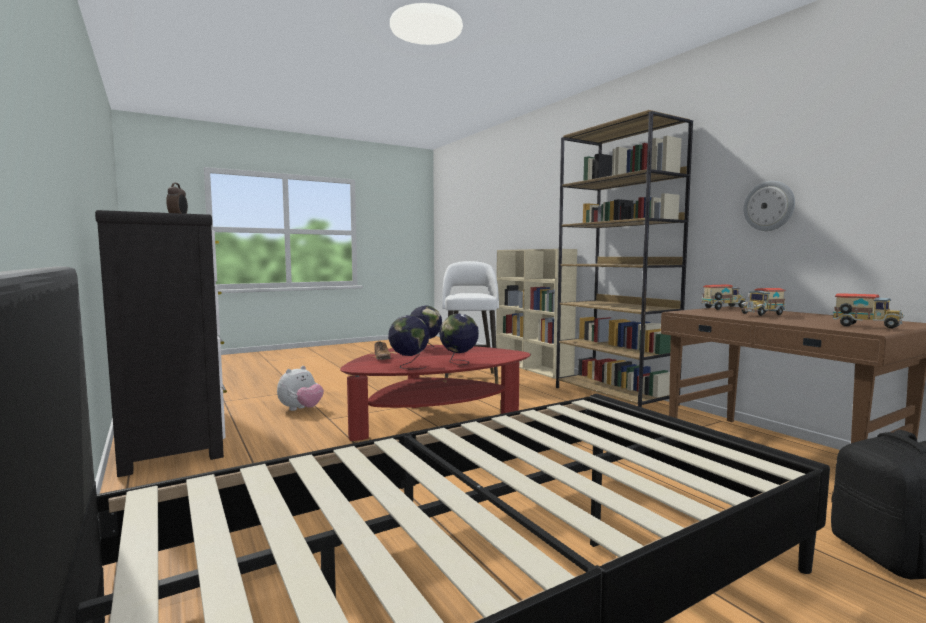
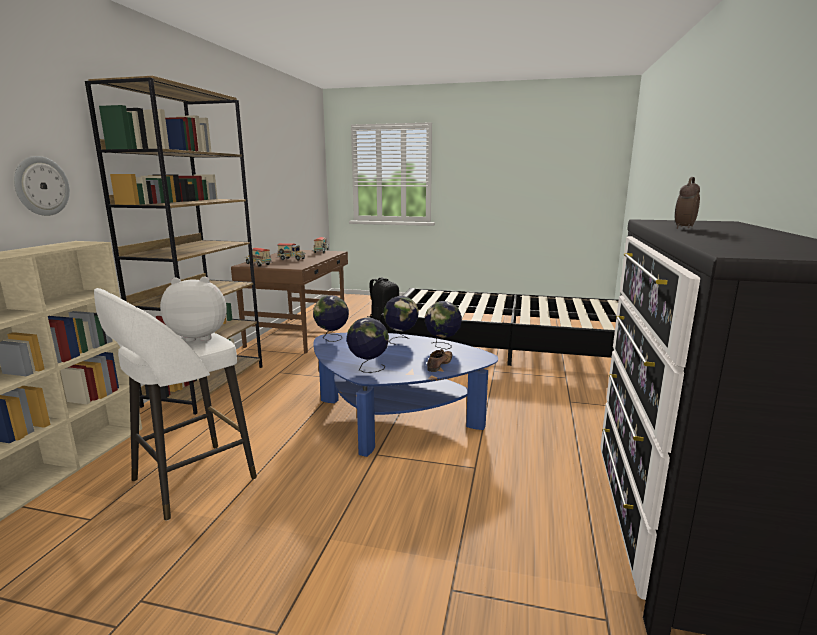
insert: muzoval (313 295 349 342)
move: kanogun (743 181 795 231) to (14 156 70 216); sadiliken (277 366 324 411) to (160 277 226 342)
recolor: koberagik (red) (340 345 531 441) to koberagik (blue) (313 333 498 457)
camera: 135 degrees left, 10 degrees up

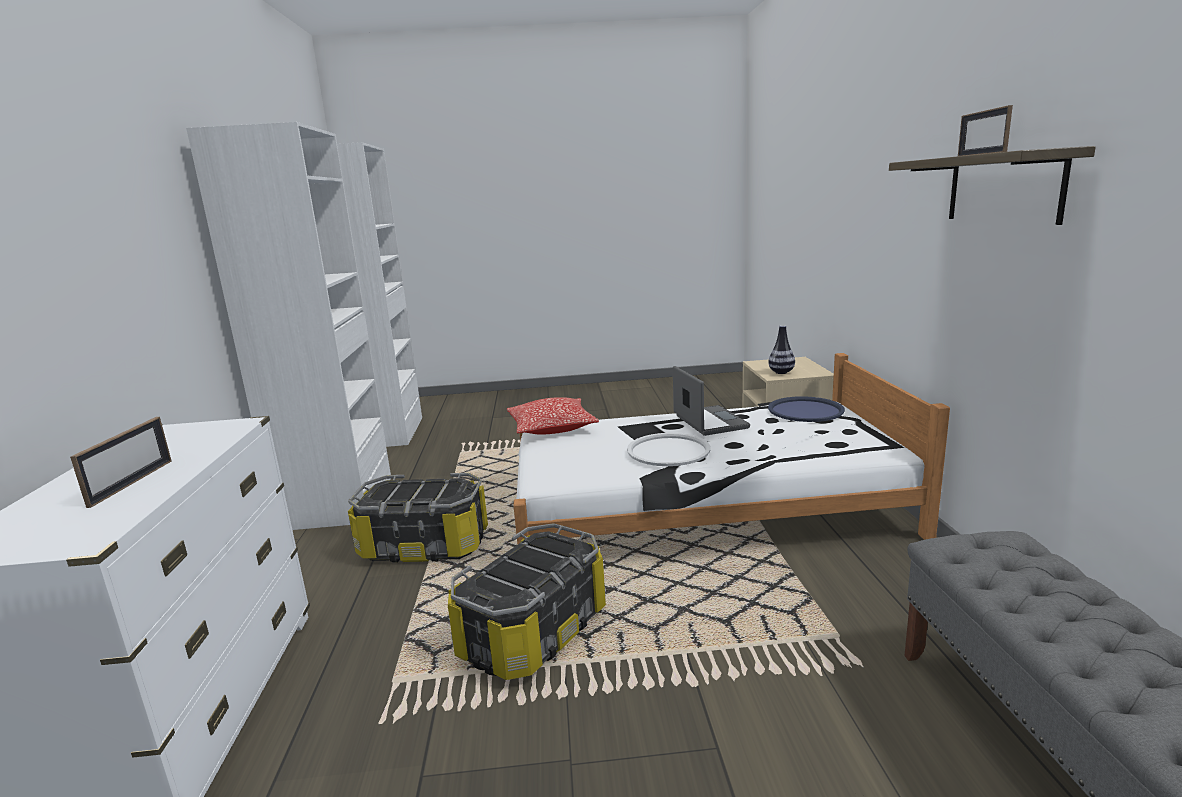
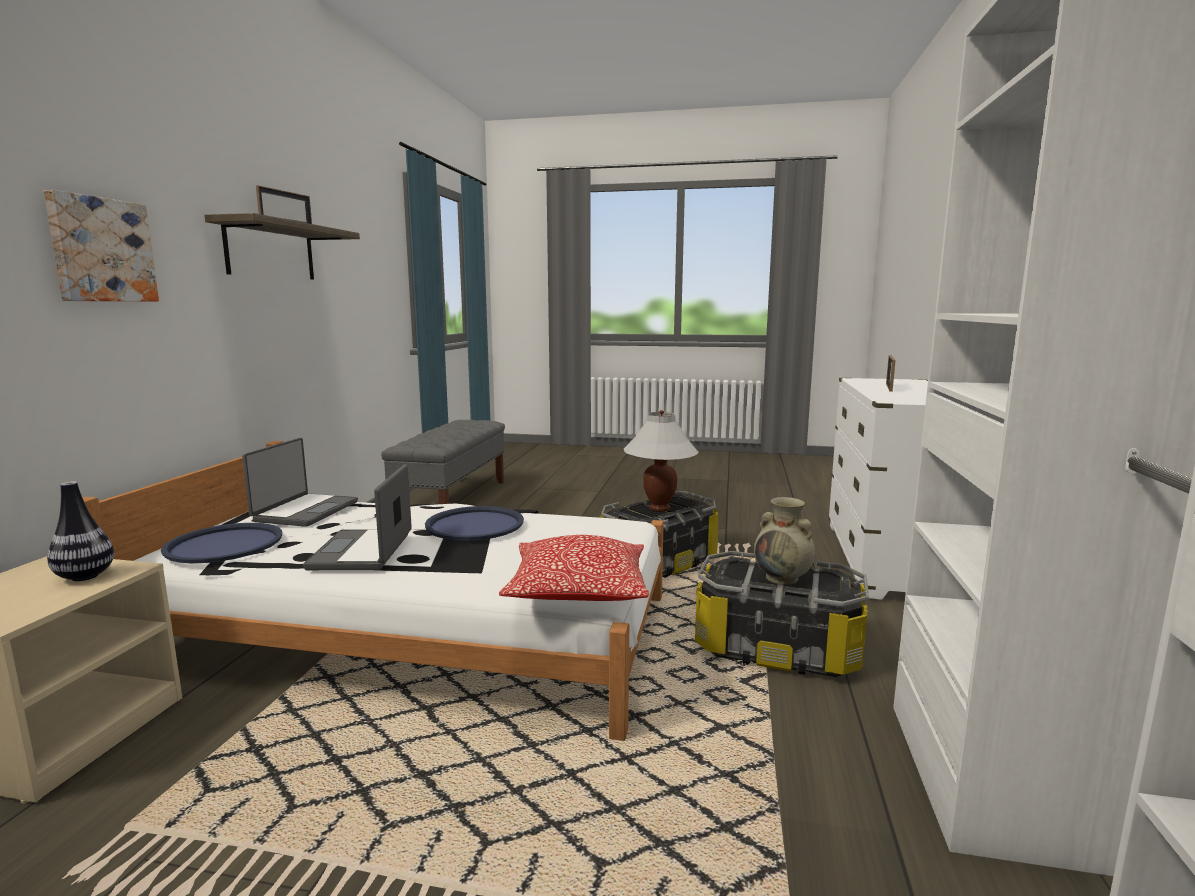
insert: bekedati (44 190 159 302); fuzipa (242 438 358 527); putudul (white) (624 410 699 512); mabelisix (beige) (754 497 815 585)
recolor: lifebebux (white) (627 433 711 466) to lifebebux (blue) (425 506 524 541)
camera: 165 degrees left, 5 degrees down

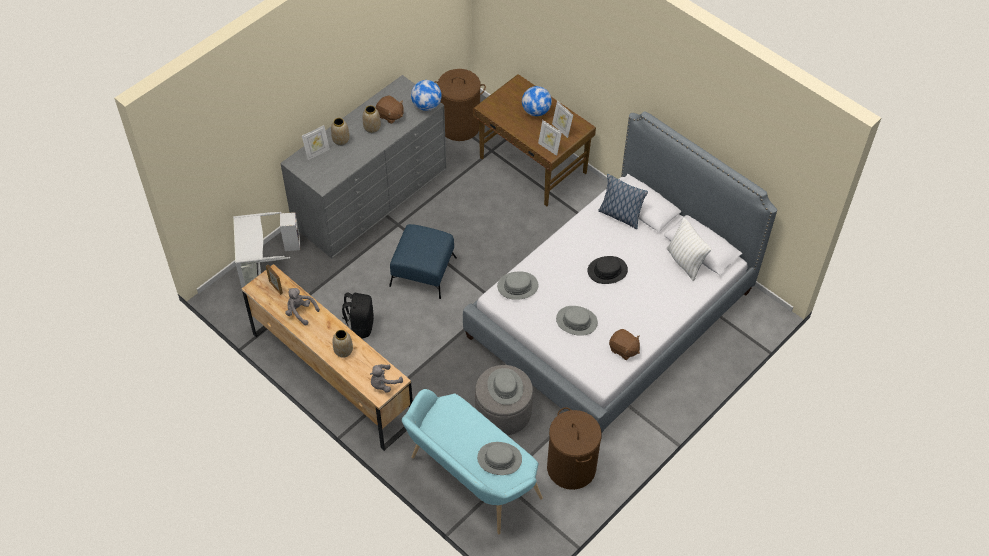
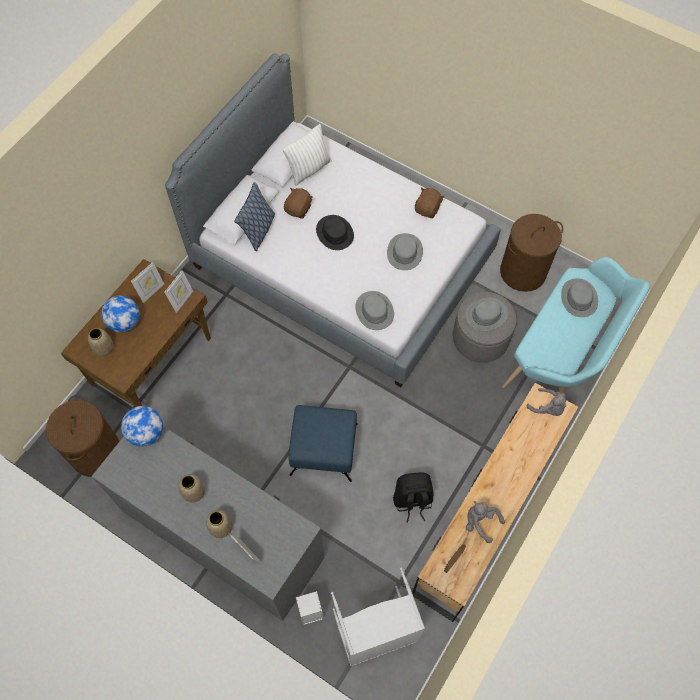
move: mabelisix (333 330 353 358) to (88 328 113 356); sadiliken (brown) (376 95 404 124) to (284 187 313 219)
rotate: sadiliken (grey) (285 288 320 325) = (466 501 505 543) 105 degrees clockwise
camera: 100 degrees left, 10 degrees up

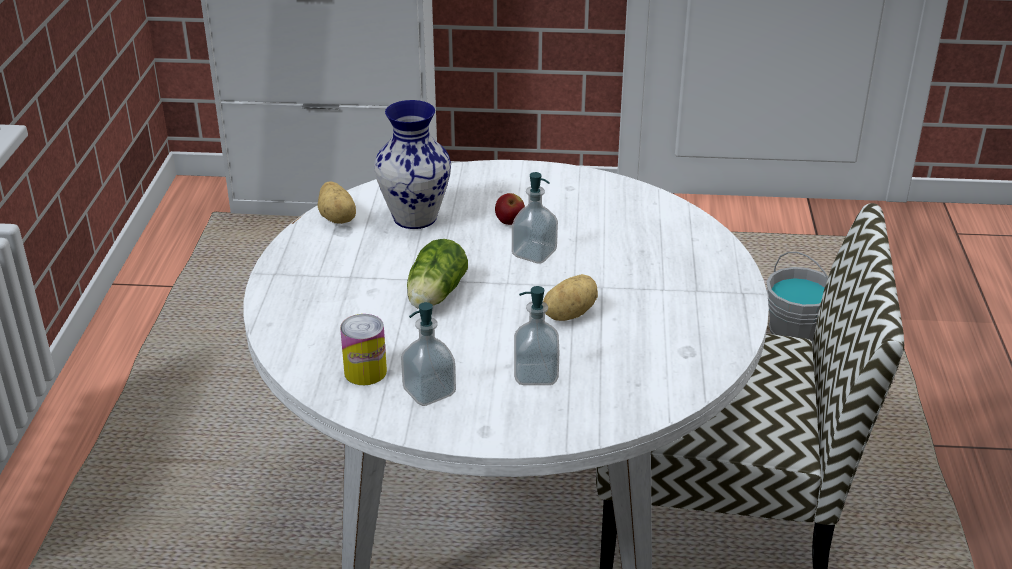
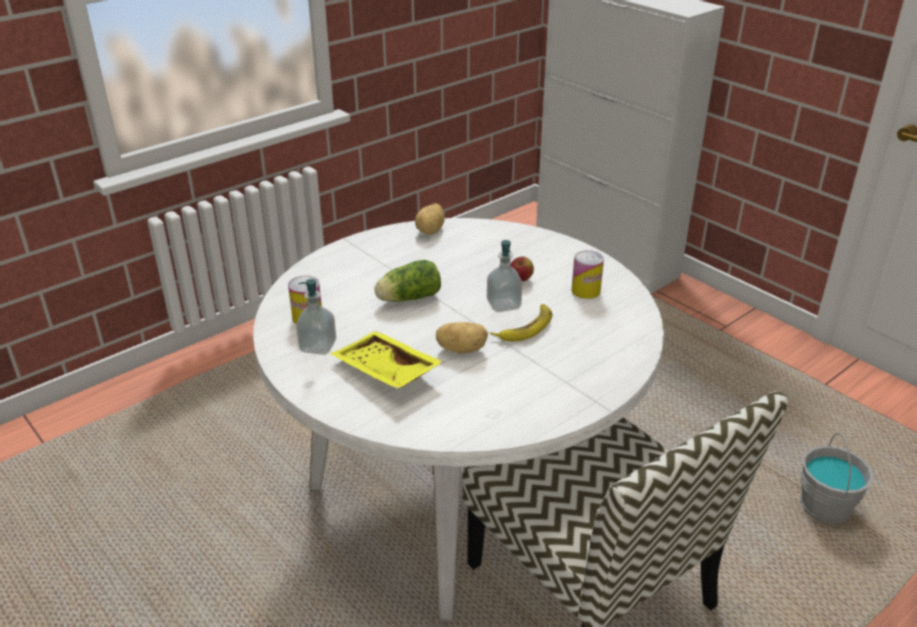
delete: mabelisix (374 100 451 229)
insert: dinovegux (490 304 553 341); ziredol (572 250 604 299)
replace: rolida (514 286 559 385) to lifebebux (yellow) (330 331 443 389)
camera: 45 degrees right, 0 degrees up

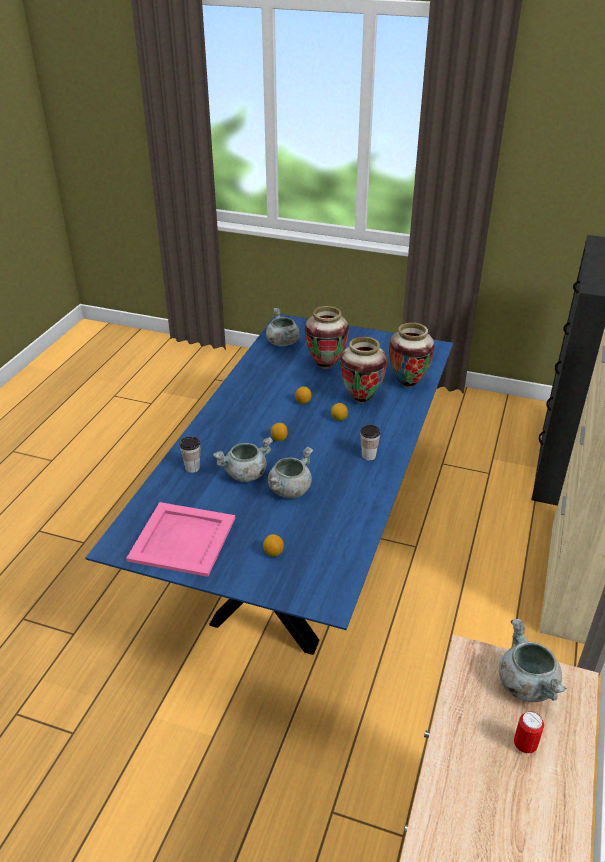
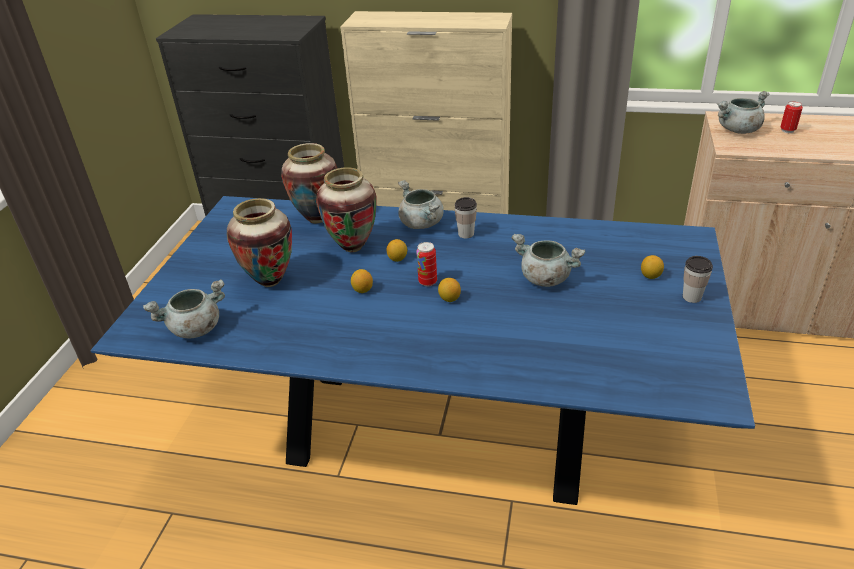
delete: lifebebux (pink) (126 502 235 577)
insert: ziredol (416 242 437 286)
move: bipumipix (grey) (213 437 273 482) to (398 180 444 229); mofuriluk (179 436 200 473) to (683 256 713 303)
camera: 95 degrees left, 0 degrees up

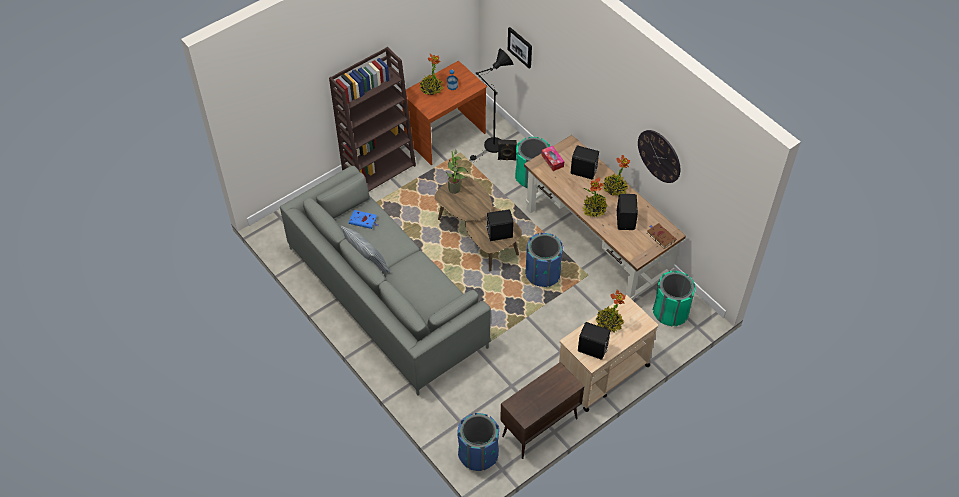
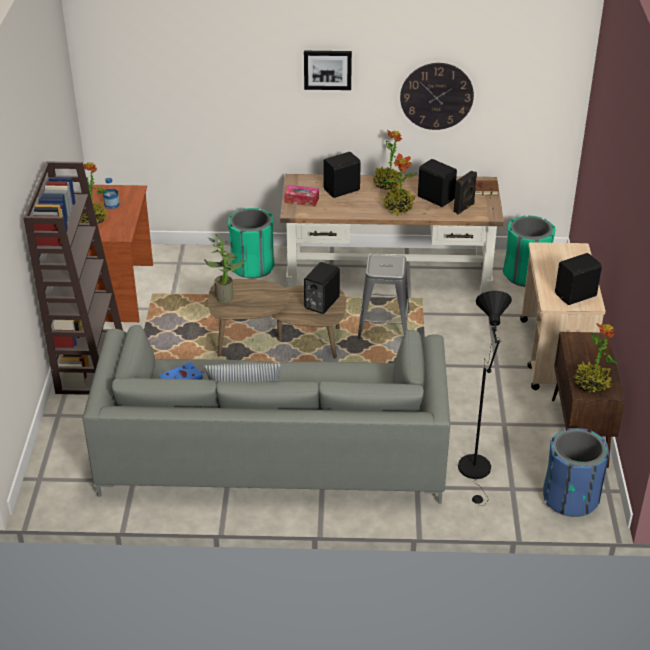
move: bekedati (508 27 532 68) to (304 51 352 90); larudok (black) (498 140 517 160) to (454 171 477 214); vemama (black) (470 48 513 162) to (458 291 512 506); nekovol (595 290 626 332) to (573 323 617 393)
replace: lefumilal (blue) (525 233 563 287) to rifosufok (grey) (358 254 410 339)
camera: 50 degrees left, 15 degrees down

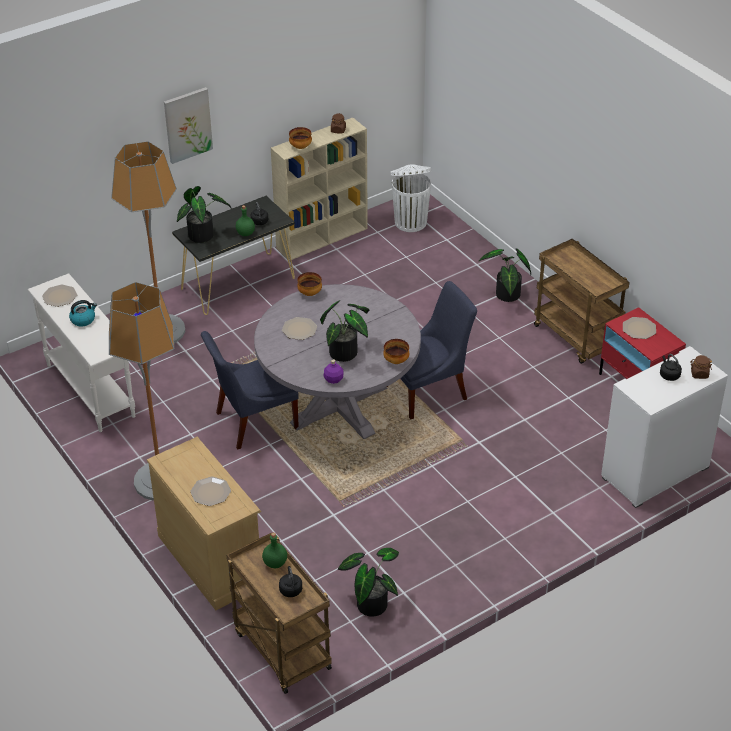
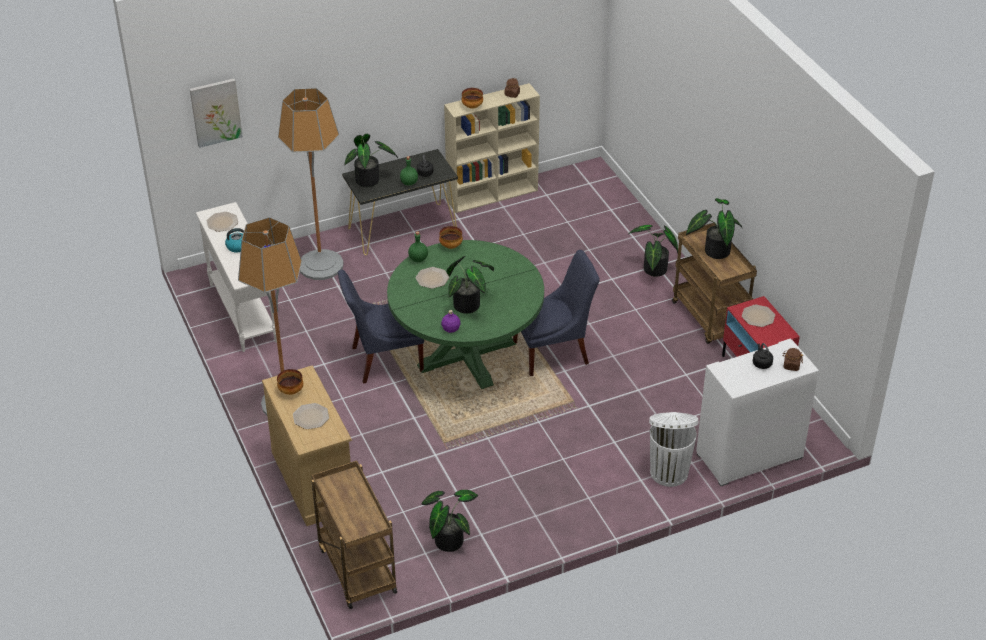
delete: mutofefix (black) (279 566 302 597)
insert: nekovol (686 198 743 259)
move: bekedati (164 87 213 164) to (190 79 243 148); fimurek (383 339 409 364) to (277 369 303 395); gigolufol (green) (262 533 287 568) to (408 232 428 262); lefumilal (white) (390 164 432 232) to (649 412 698 487)
recolor: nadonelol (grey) (254 284 421 439) to nadonelol (green) (387 240 544 389)
camera: 10 degrees right, 0 degrees up

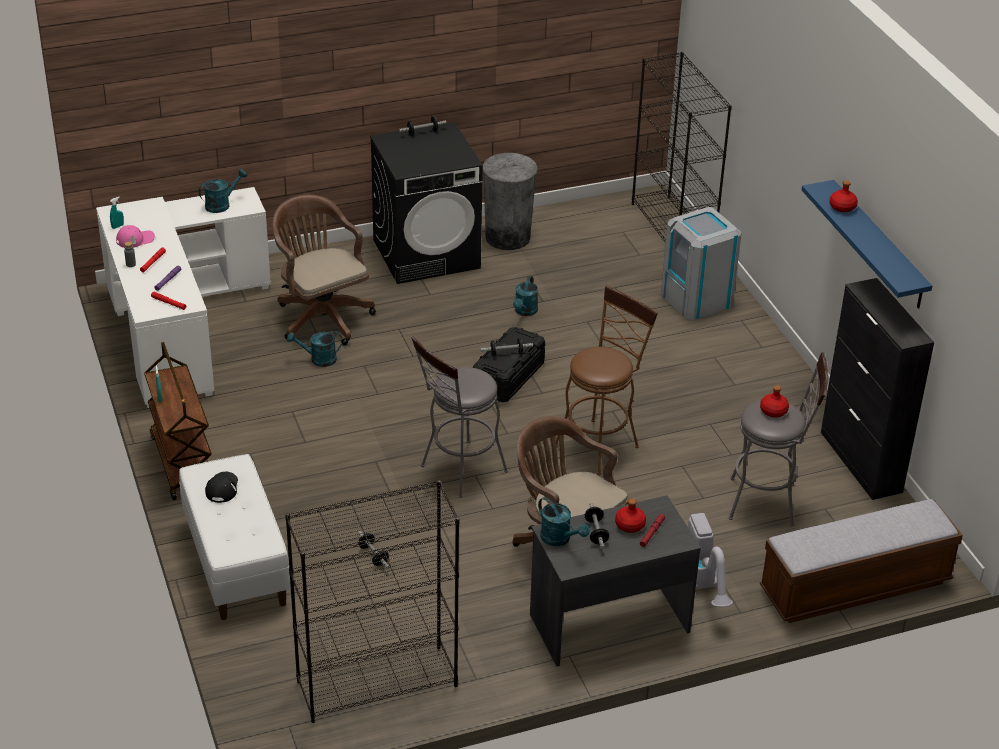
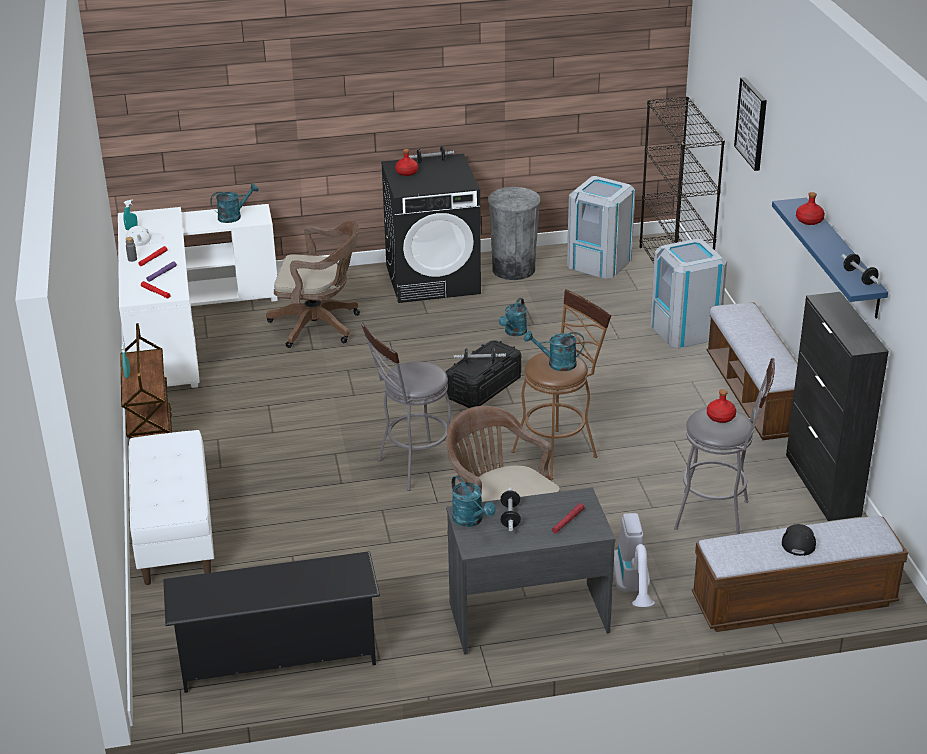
insert: lefumilal (grey) (567 176 635 279); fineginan (707 302 798 440); bekedati (734 77 767 171)
move: gigolufol (red) (615 498 646 533) to (395 149 418 176); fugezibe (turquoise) (287 331 342 367) to (524 331 584 371); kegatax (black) (205 472 238 503) to (782 524 816 556); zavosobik (358 531 389 569) to (841 254 881 285)
replace: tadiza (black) (285 480 460 723) to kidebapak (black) (163 551 380 693)
recolor: kegatax (pink) (116 225 155 248) to kegatax (white) (125 226 162 246)
rotate: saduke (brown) (273 195 376 346) = (266 221 360 348) 120 degrees clockwise
camera: 10 degrees right, 5 degrees down

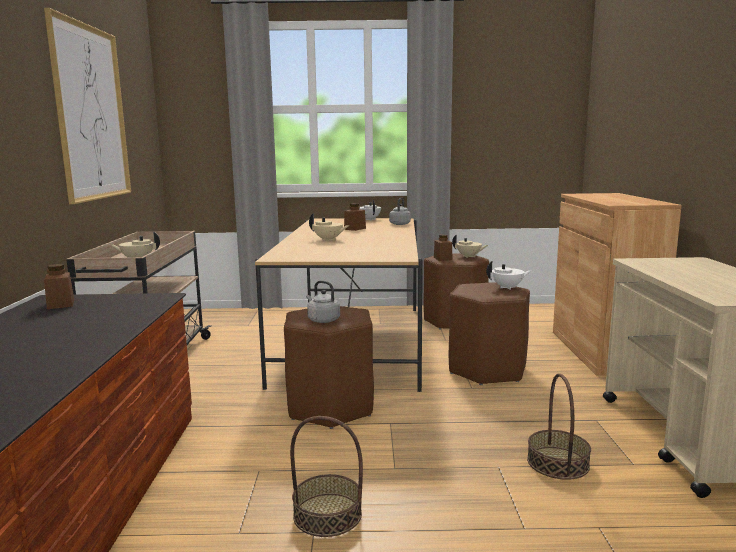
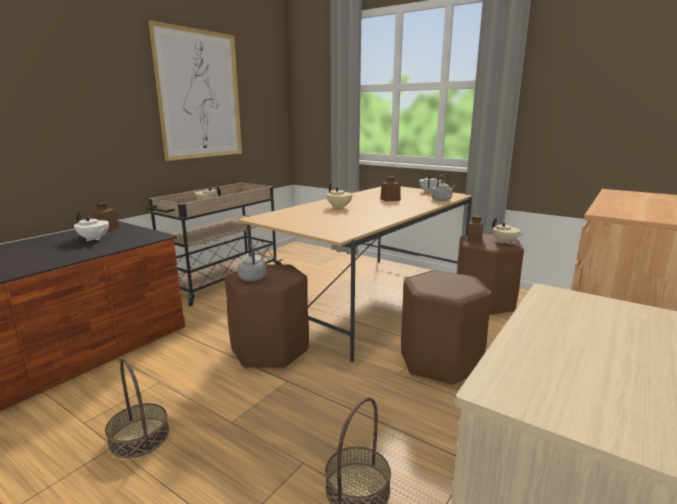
move: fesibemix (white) (486 261 532 290) to (74 211 109 241)
camera: 35 degrees right, 5 degrees up

